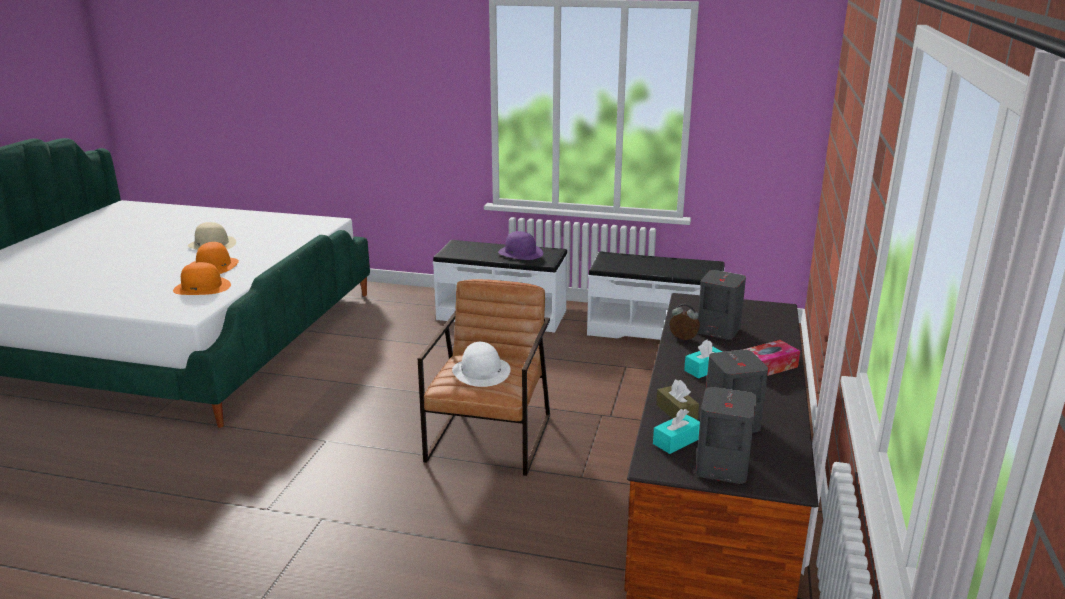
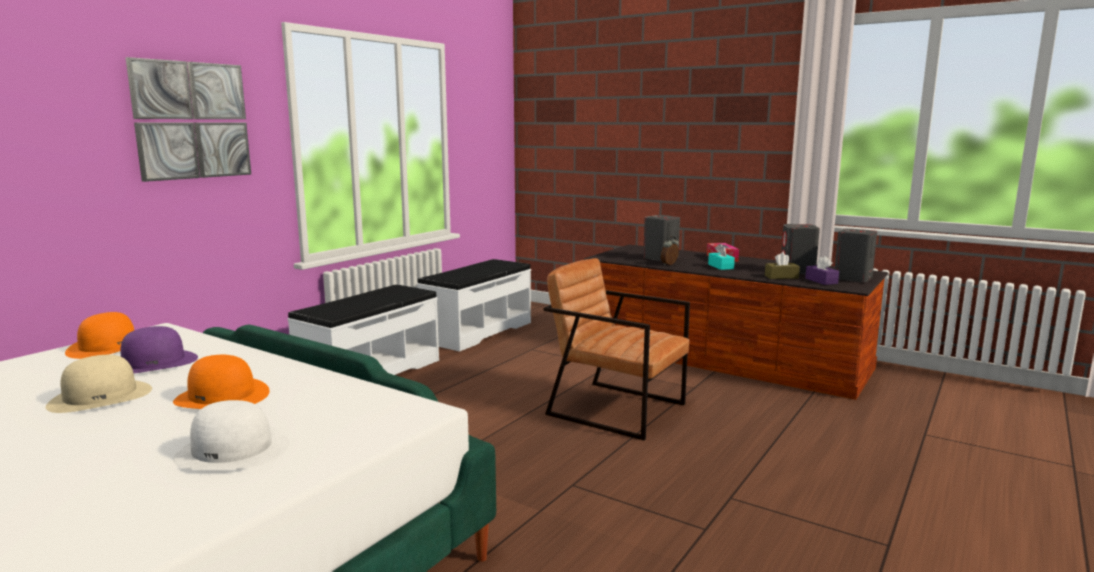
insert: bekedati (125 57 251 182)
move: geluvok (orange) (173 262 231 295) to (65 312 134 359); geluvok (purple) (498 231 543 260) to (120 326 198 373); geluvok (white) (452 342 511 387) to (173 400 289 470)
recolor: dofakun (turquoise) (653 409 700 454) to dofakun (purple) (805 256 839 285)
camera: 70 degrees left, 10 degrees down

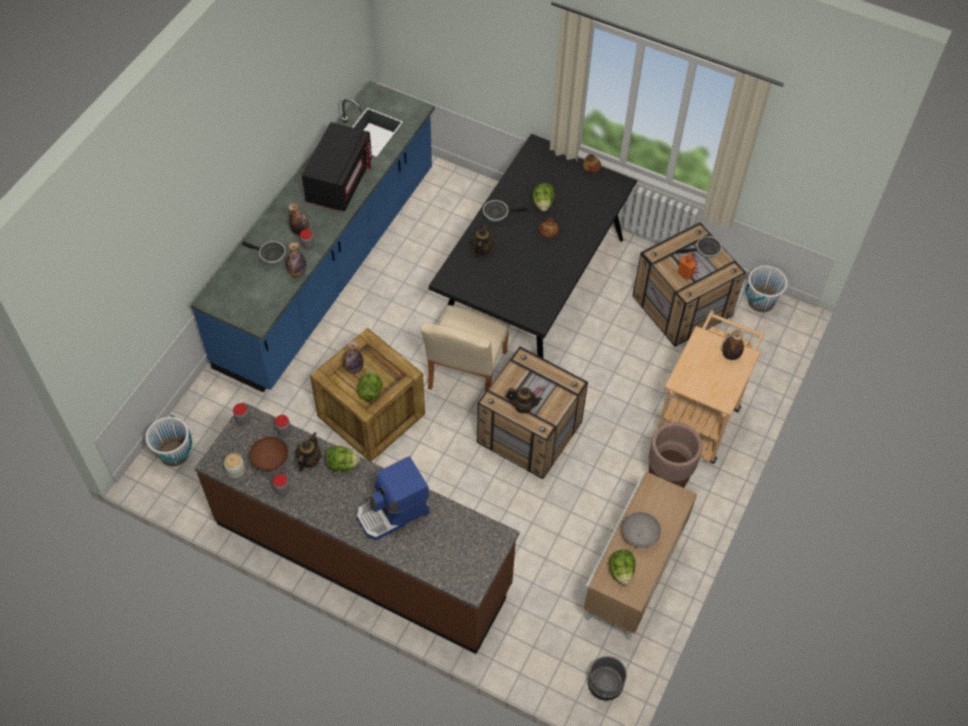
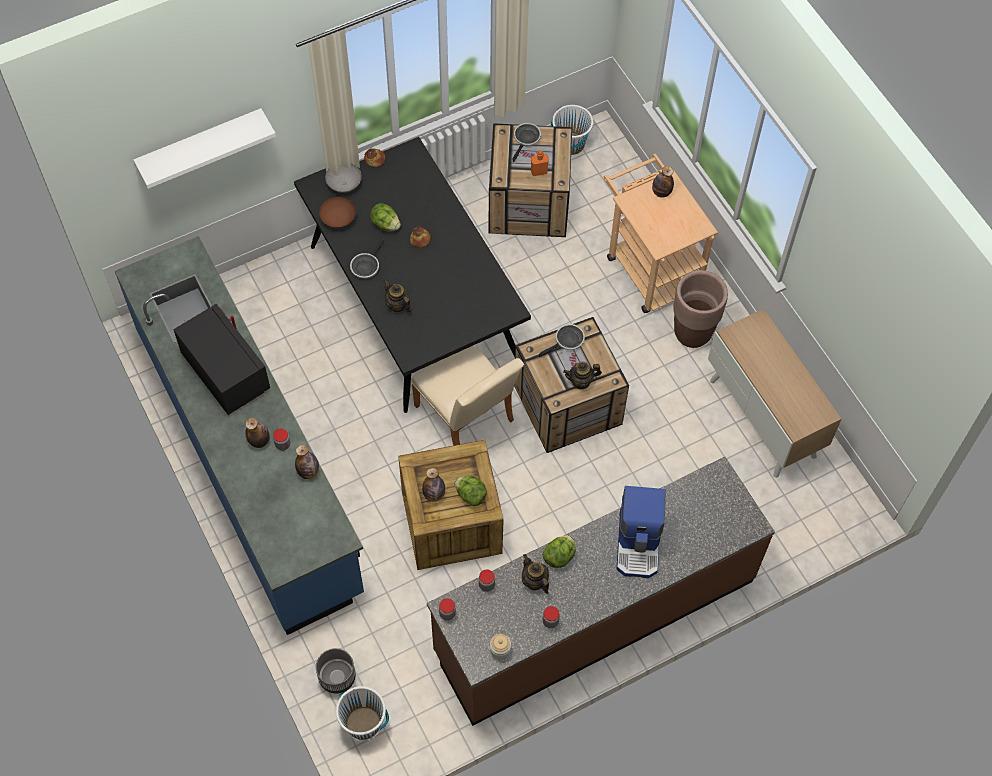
delete: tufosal (609 549 636 585)
insert: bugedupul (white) (133 108 276 189)
move: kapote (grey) (588 656 627 701) to (316 648 356 694); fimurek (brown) (250 437 288 471) to (319 197 356 228); fimurek (grey) (622 512 661 547) to (325 163 362 193); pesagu (242 241 286 264) to (539 324 585 357)
rotate: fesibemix (506 387 542 414) = (563 362 602 390) 150 degrees counterclockwise
camera: 55 degrees left, 5 degrees up

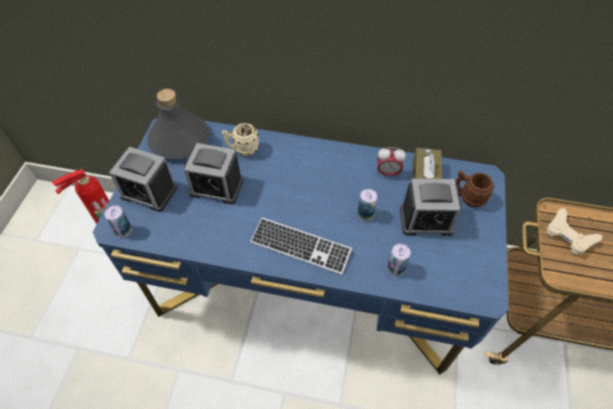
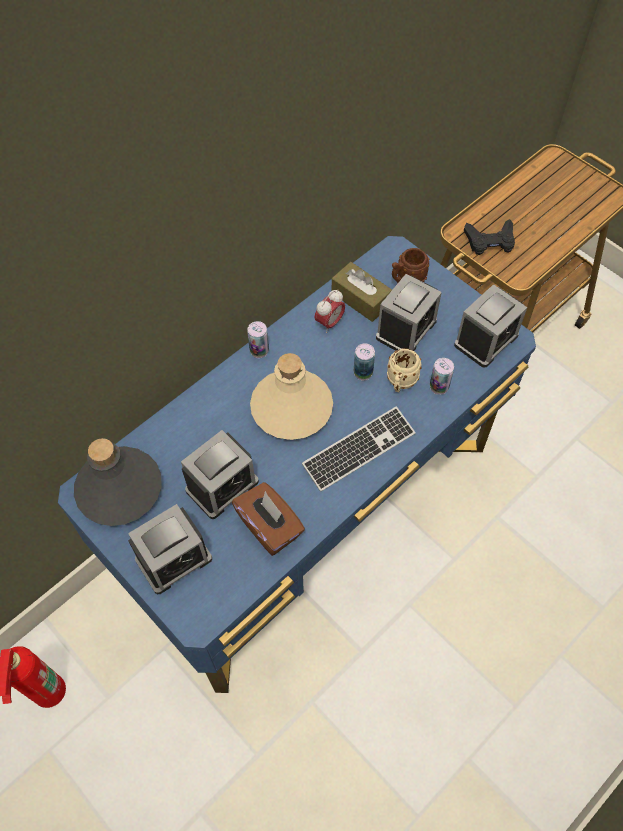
insert: dofakun (brown) (232 482 305 556); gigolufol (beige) (250 353 333 440); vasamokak (454 284 527 368)
move: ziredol (104 205 132 238) to (247 321 269 358); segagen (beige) (222 123 259 156) to (387 348 422 392)
recolor: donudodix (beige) (546 208 602 255) to donudodix (black) (464 219 515 255)
camera: 55 degrees left, 5 degrees up

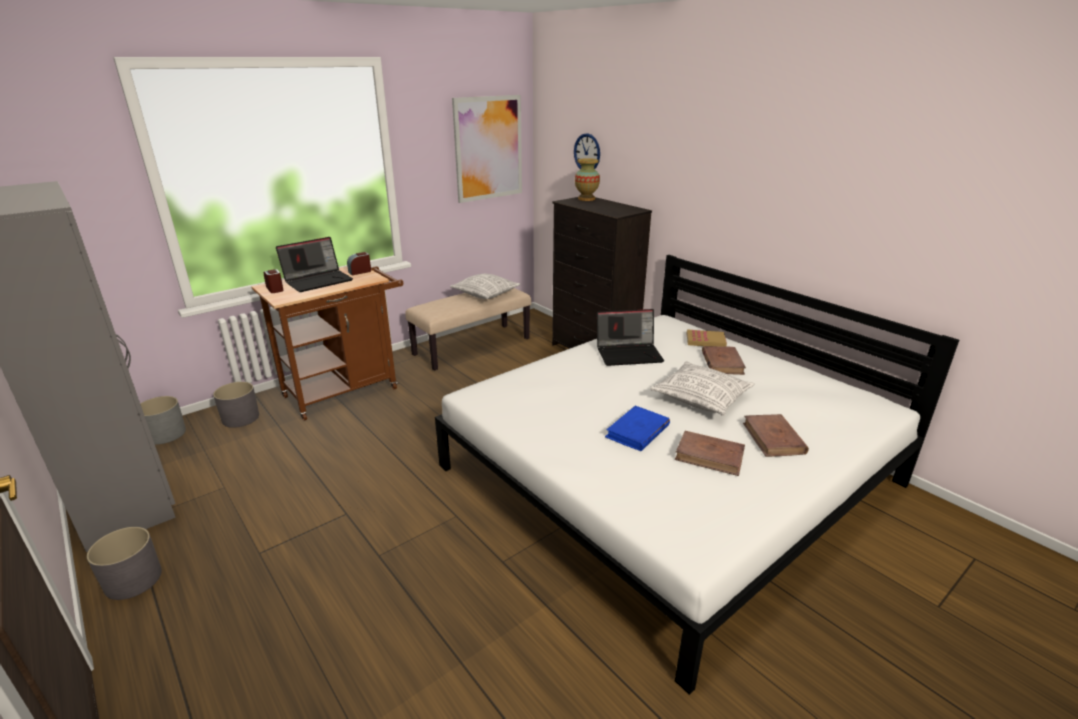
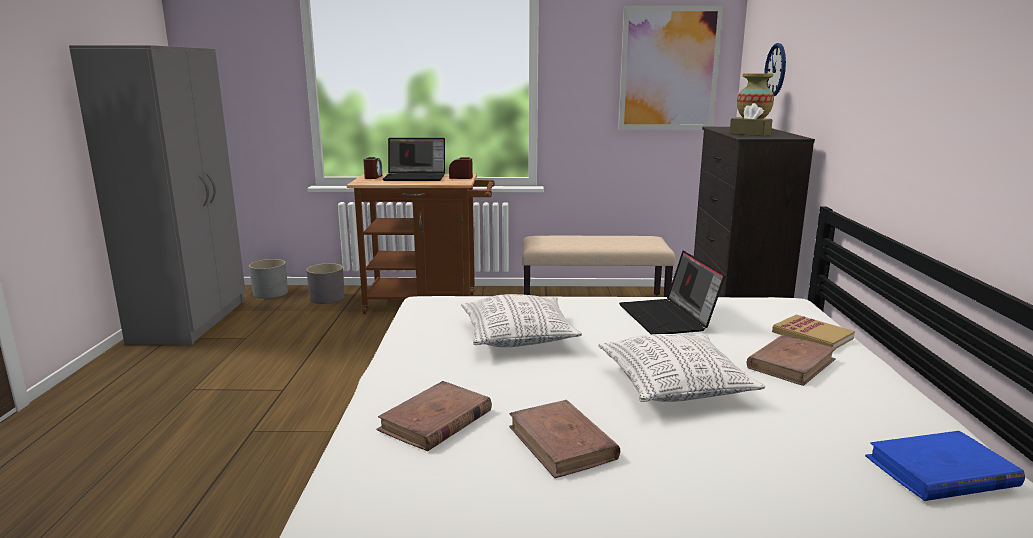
delete: kapote (grey) (87 527 162 600)
insert: dofakun (brown) (729 103 773 136)
move: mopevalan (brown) (743 414 809 457) to (377 381 492 451); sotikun (450 273 520 299) to (461 294 582 347); mopevalan (blue) (605 406 670 451) to (865 431 1025 501)
rotate: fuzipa (597 309 664 366) = (619 251 725 334) 45 degrees clockwise
camera: 40 degrees right, 10 degrees down

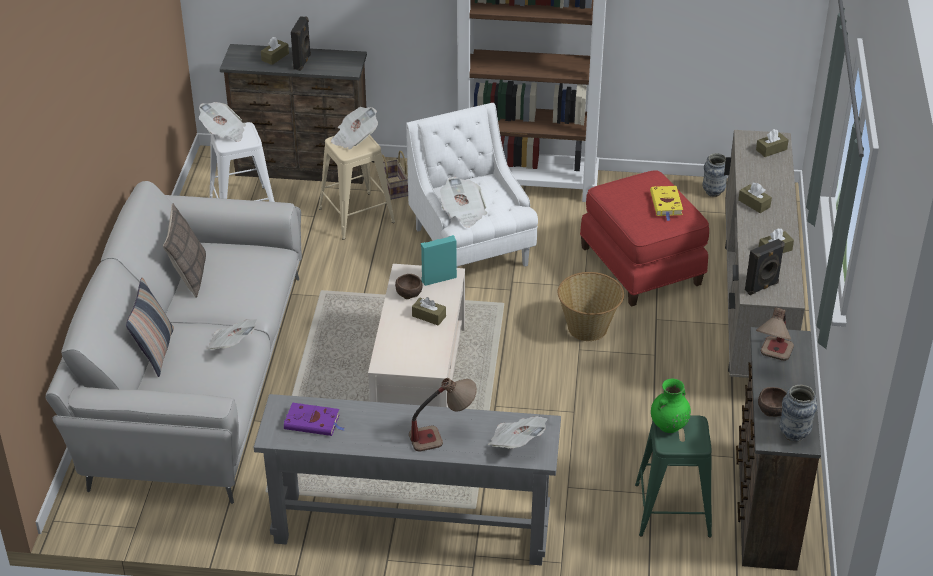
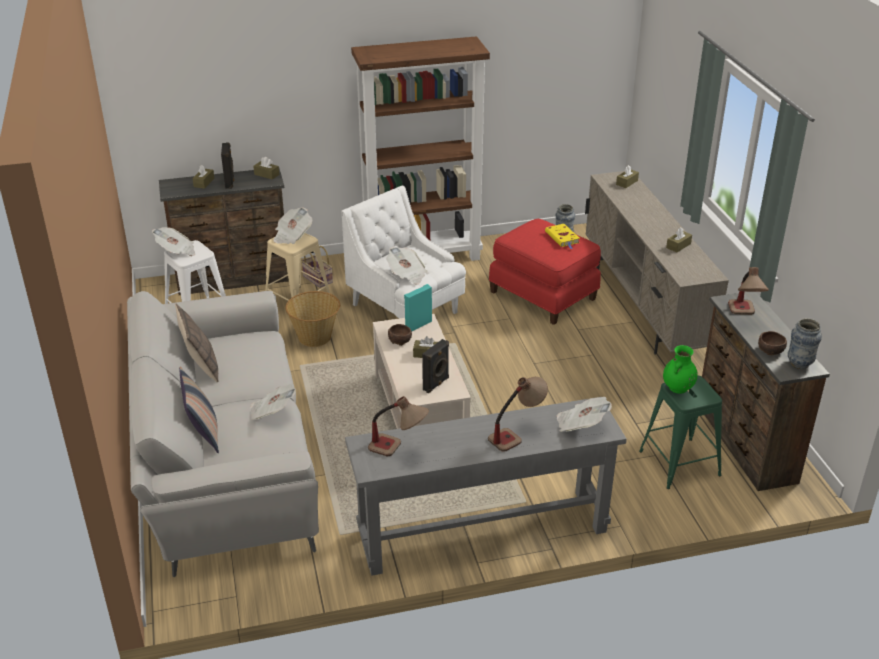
move: dofakun (brown) (738 183 772 213) to (253 157 279 180); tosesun (558 272 624 341) to (286 291 340 347); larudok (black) (745 239 785 295) to (422 339 449 393)
replace: mopevalan (purple) (284 403 344 436) to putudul (368 396 429 456)
camera: 20 degrees left, 5 degrees down

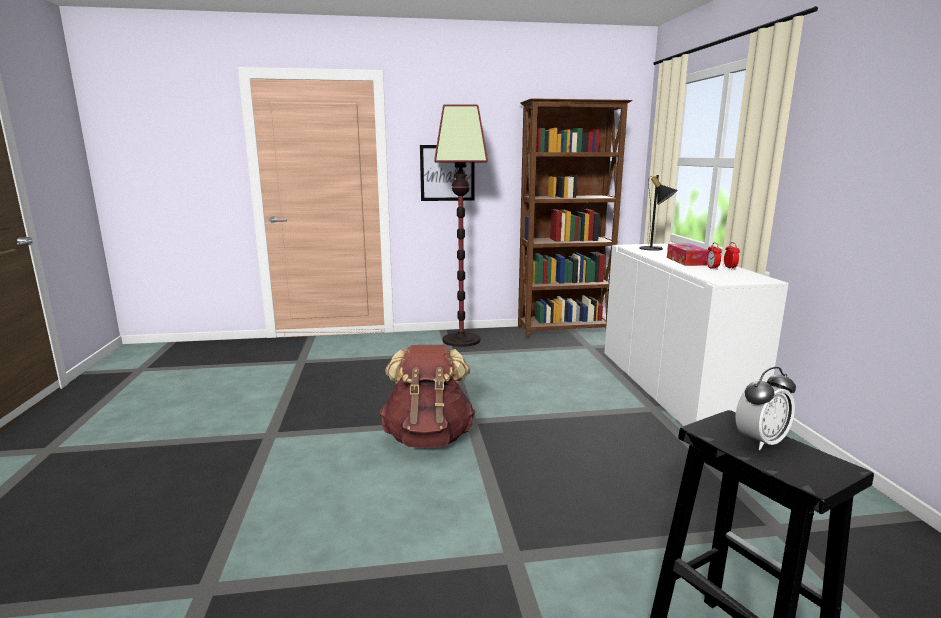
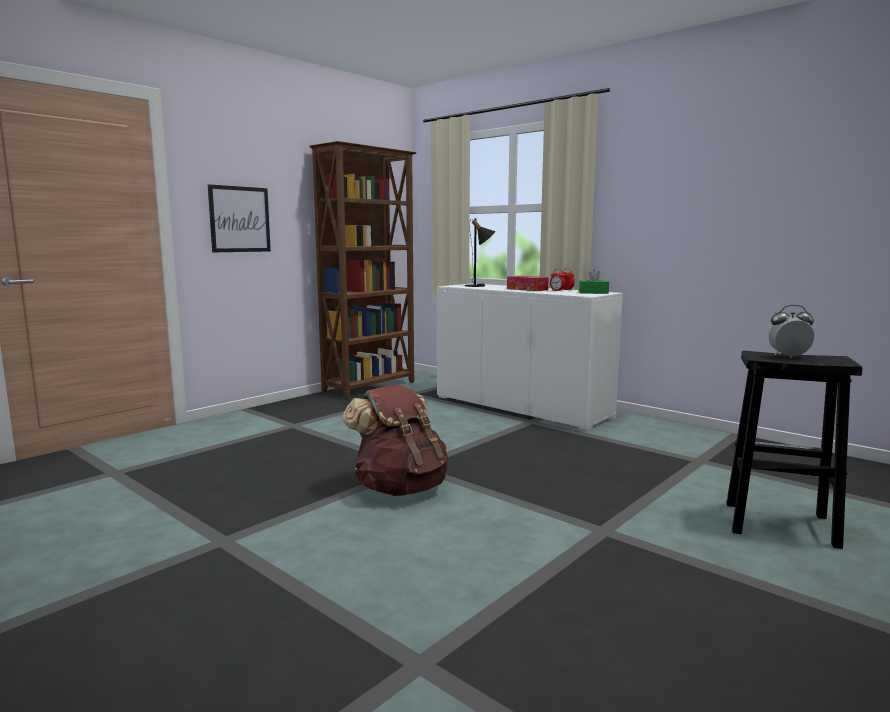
delete: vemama (434 104 488 347)
insert: dofakun (green) (579 269 609 294)
rotate: vasamokak (736 367 796 450) = (768 305 814 358) 105 degrees counterclockwise
camera: 40 degrees left, 5 degrees down

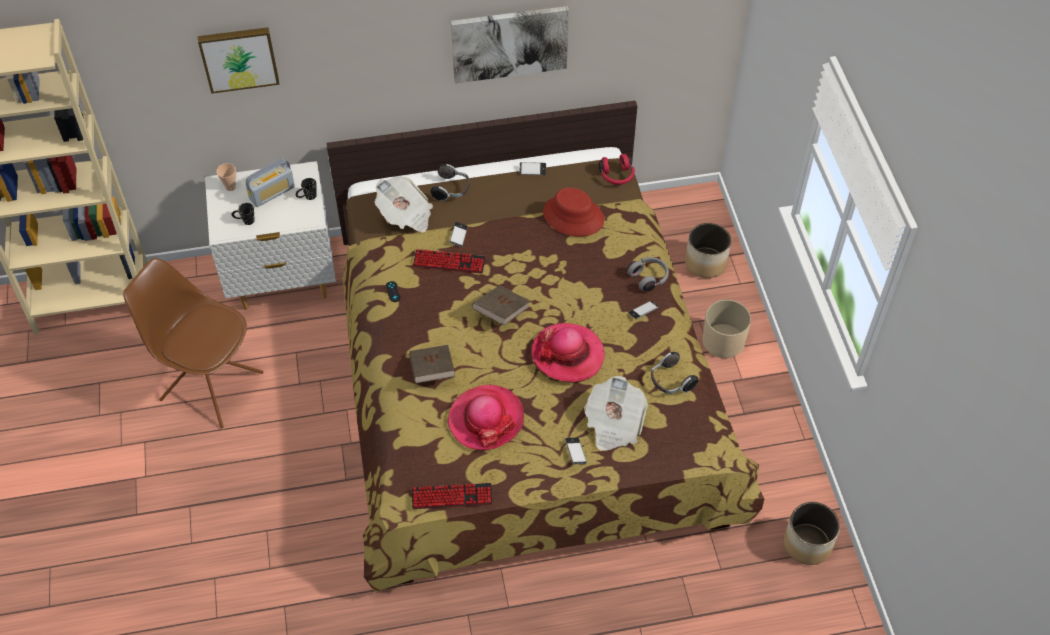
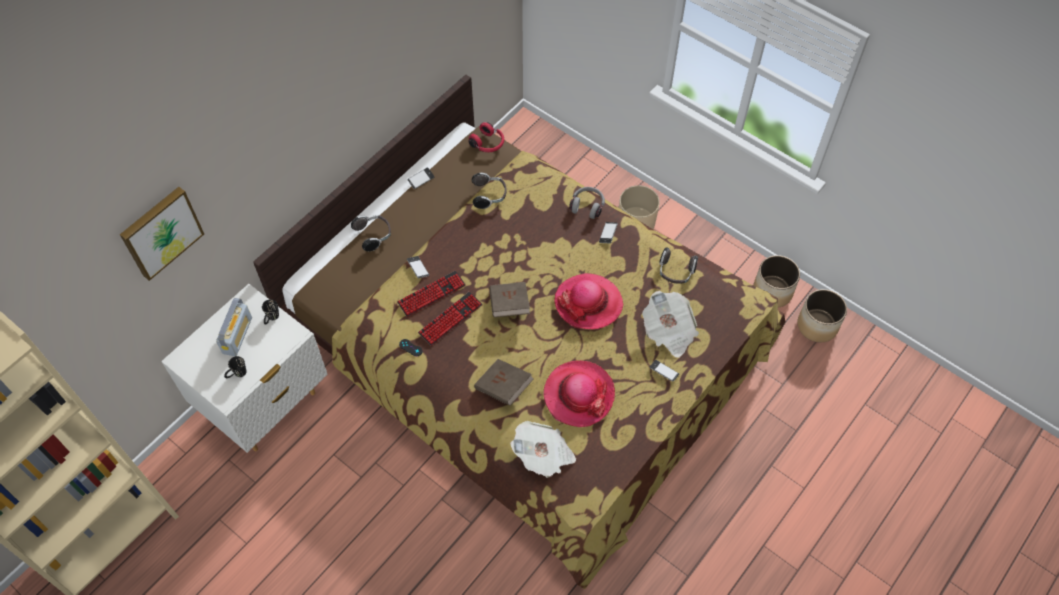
delete: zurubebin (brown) (123 258 264 428); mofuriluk (216 163 236 191); bekedati (451 6 569 84)
move: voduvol (412 483 493 509) to (418 292 483 346); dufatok (375 176 433 233) to (510 421 576 477); kapote (685 223 731 278) to (753 255 800 308)
replace: geluvok (red) (543 188 604 237) to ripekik (472 173 507 209)
camera: 40 degrees left, 5 degrees up

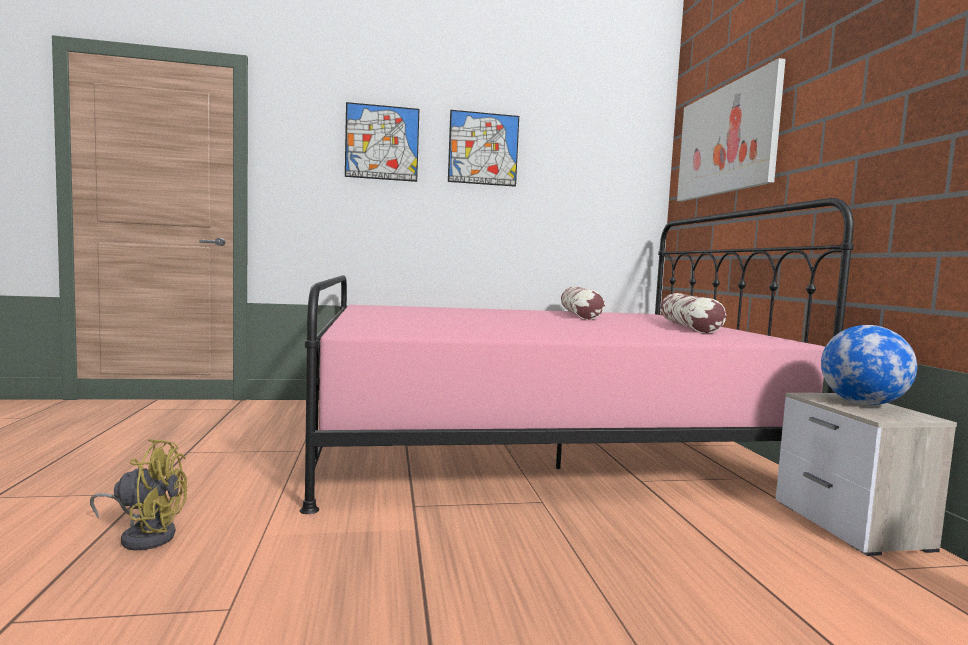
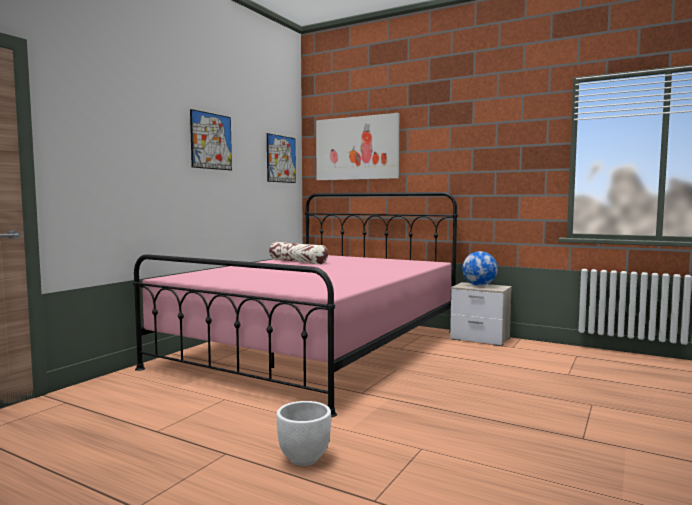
delete: sotikun (661 293 726 333)
move: bekedati (345 102 419 182) to (267 133 296 183)
replace: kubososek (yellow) (90 439 187 550) to kapote (white) (277 401 331 466)
camera: 50 degrees left, 0 degrees up

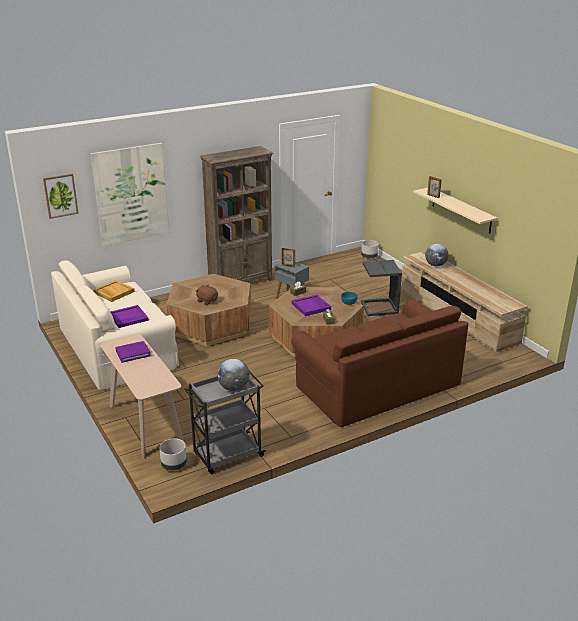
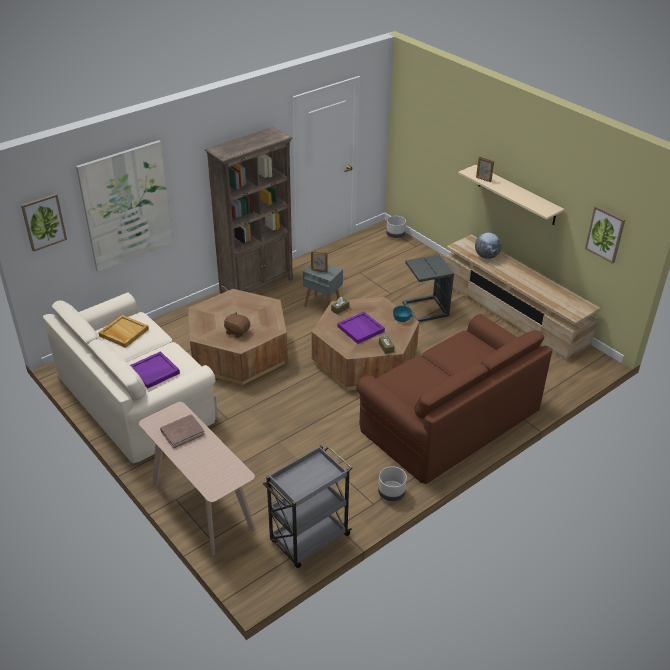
delete: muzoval (217 359 250 391)
insert: bekedati (585 206 625 263)
move: kapote (grey) (159 438 187 470) to (378 466 407 501)
recolor: mopevalan (purple) (115 341 151 363) to mopevalan (brown) (160 415 205 449)
camera: 10 degrees left, 10 degrees up

